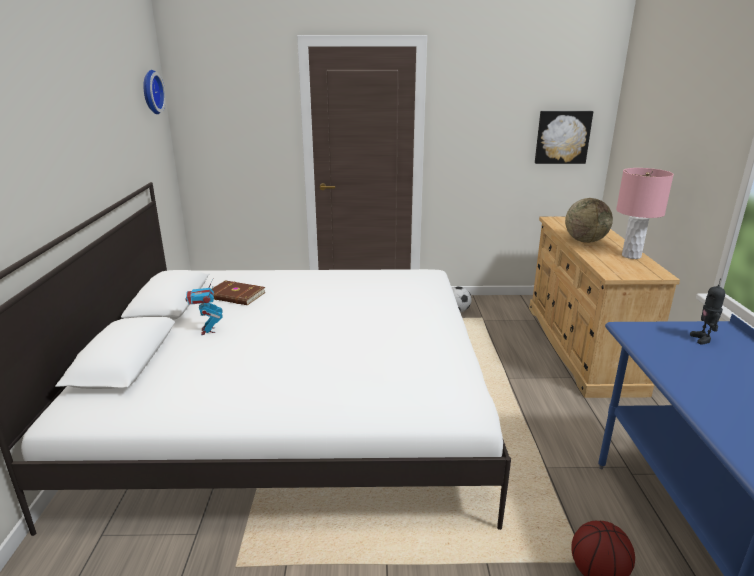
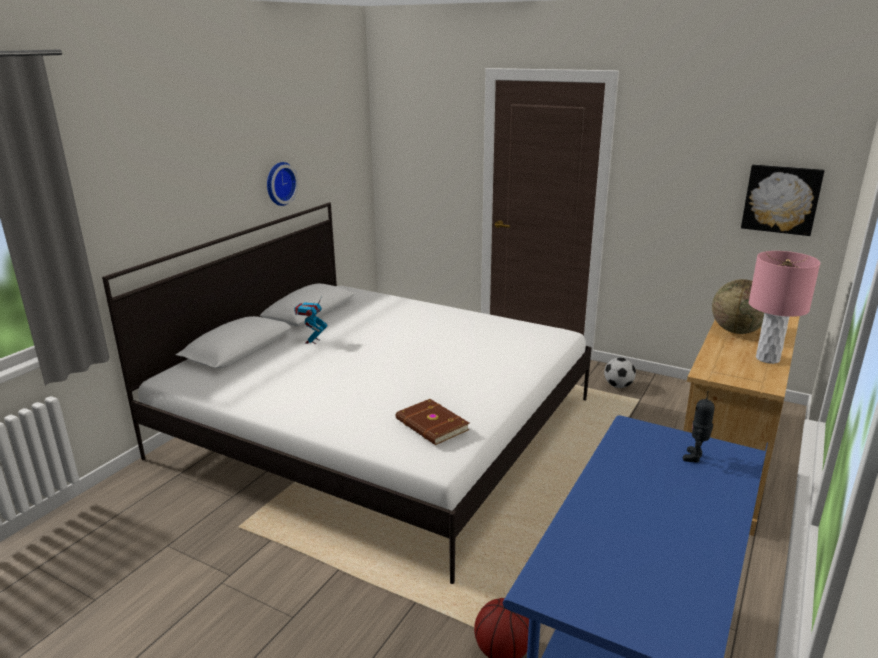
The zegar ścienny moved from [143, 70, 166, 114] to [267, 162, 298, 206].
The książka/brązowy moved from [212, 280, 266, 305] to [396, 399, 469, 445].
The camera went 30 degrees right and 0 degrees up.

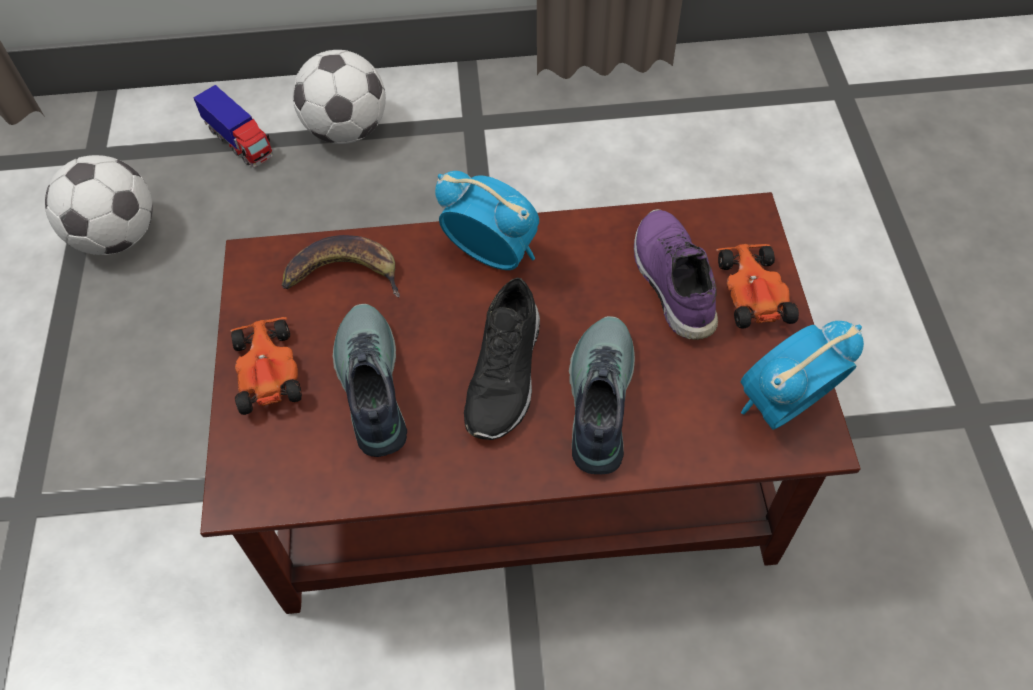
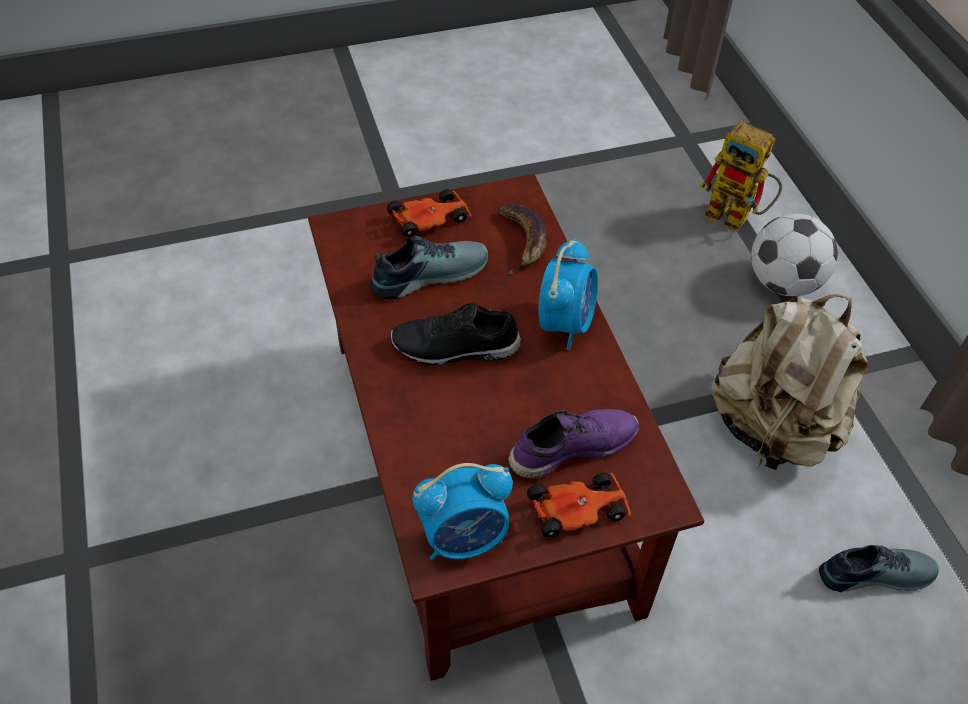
The piłka futbolowa at [45, 155, 153, 255] disappeared.
The ciężarówka zabawkowa at [193, 85, 273, 167] was replaced by the robot zabawkowy at [700, 121, 782, 232].
The but moved from [569, 316, 635, 474] to [819, 545, 939, 592].
The budzik at [741, 321, 864, 430] turned 120 degrees clockwise.
The plecak/beżowy at [712, 294, 869, 470] appeared.
The camera went 75 degrees right and 5 degrees down.

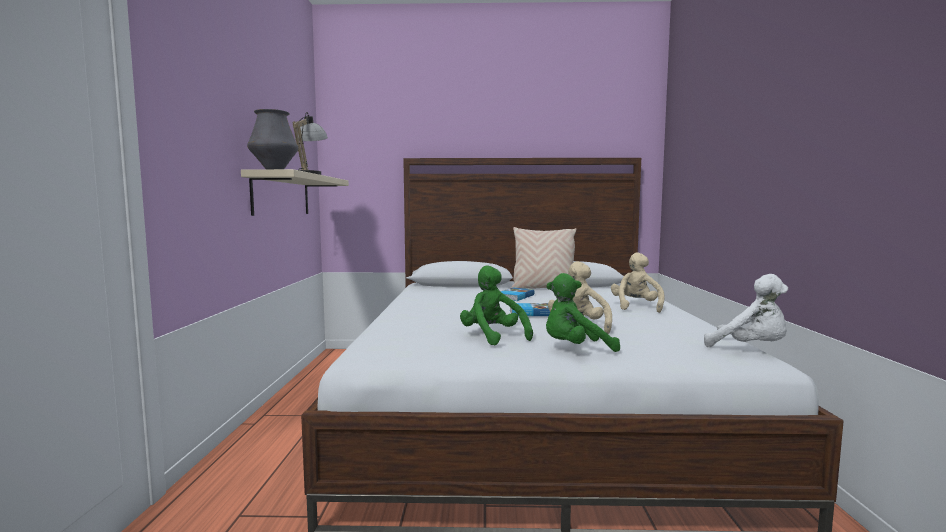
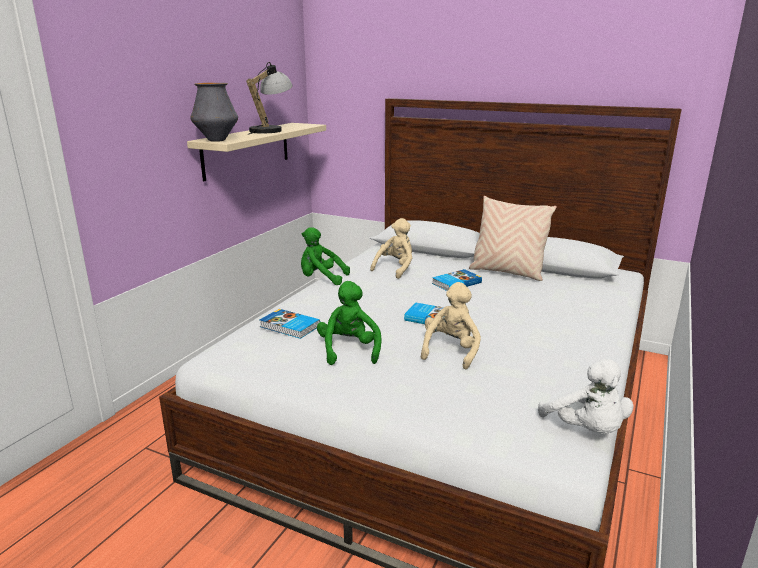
The pluszak/zielony moved from [546, 273, 620, 352] to [301, 227, 350, 285].
The pluszak/beżowy moved from [611, 253, 665, 313] to [370, 218, 412, 279].
The książka at [260, 309, 320, 339] appeared.
The camera went 25 degrees right and 15 degrees up.

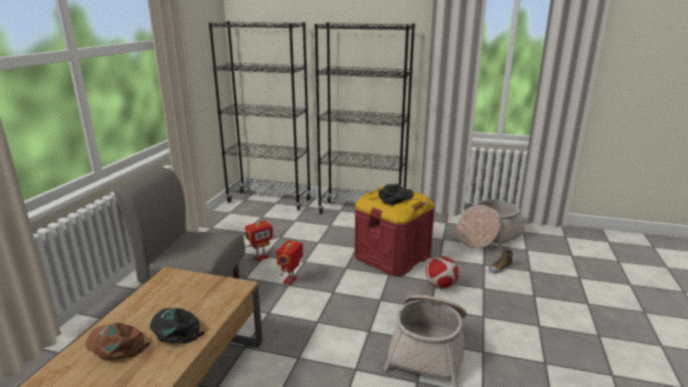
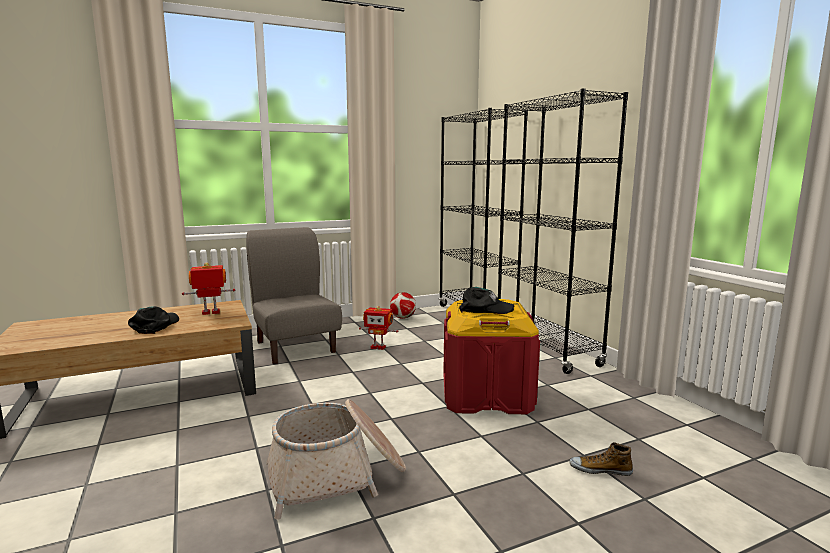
The czapka z daszkiem/brązowy at [86, 323, 150, 360] disappeared.
The robot zabawkowy moved from [276, 240, 303, 285] to [182, 262, 235, 315].
The piłka futbolowa moved from [426, 256, 459, 289] to [390, 292, 416, 319].
The koszyk at [457, 199, 527, 249] disappeared.
The camera went 50 degrees right and 10 degrees down.

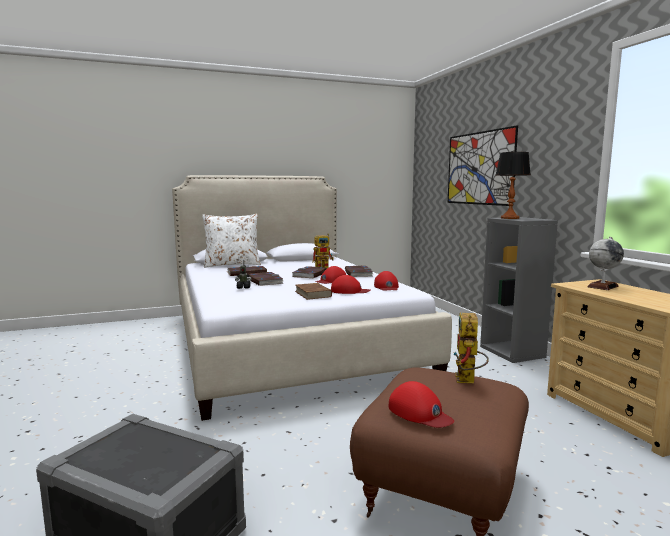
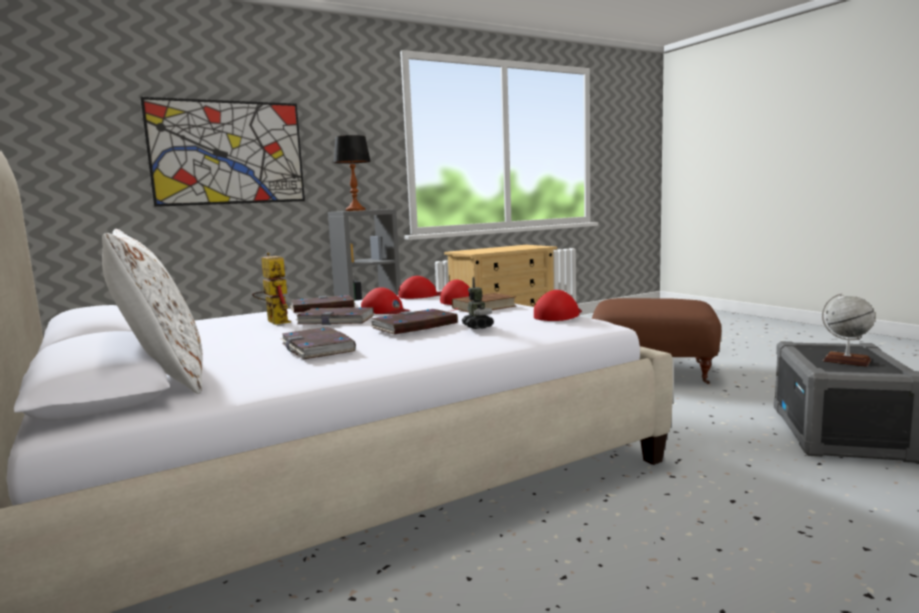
The czapka z daszkiem/czerwony moved from [389, 381, 454, 428] to [534, 290, 582, 321].
The robot zabawkowy at [453, 313, 489, 383] disappeared.
The globus moved from [587, 237, 624, 290] to [822, 293, 875, 367].
The camera went 100 degrees left and 0 degrees up.

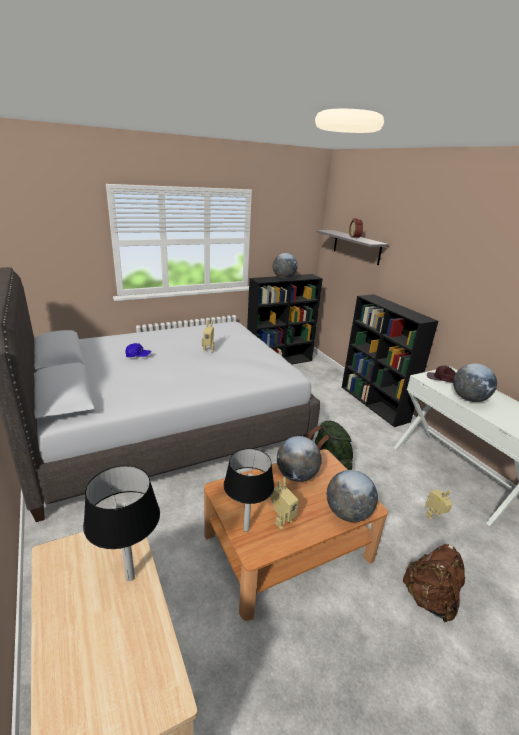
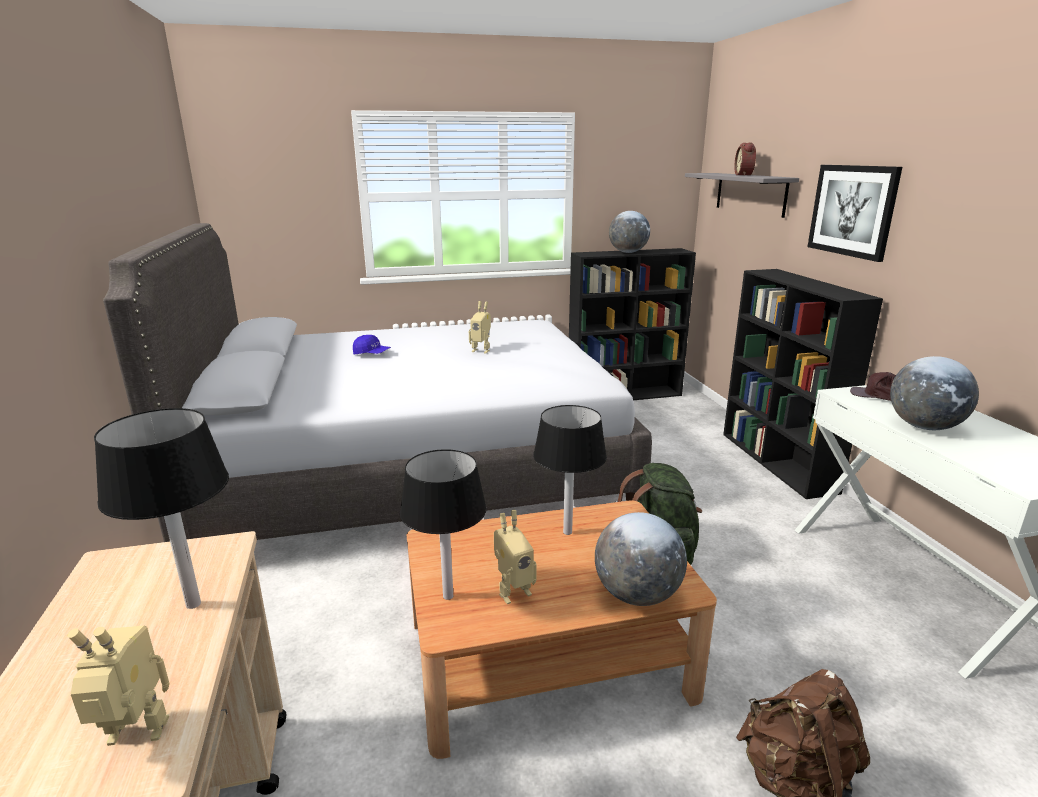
The globus at [277, 436, 322, 482] was replaced by the lampa stołowa/czarny at [533, 405, 607, 535].
The robot zabawkowy moved from [425, 489, 452, 520] to [68, 626, 169, 746].
The obraz at [808, 165, 902, 262] appeared.
The camera went 15 degrees right and 5 degrees down.

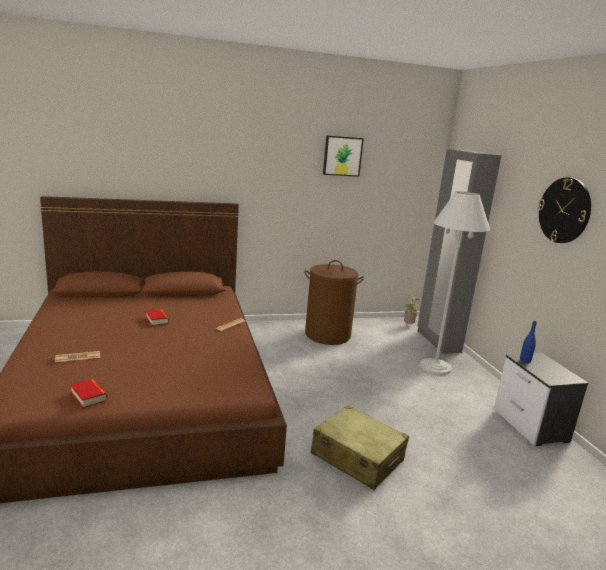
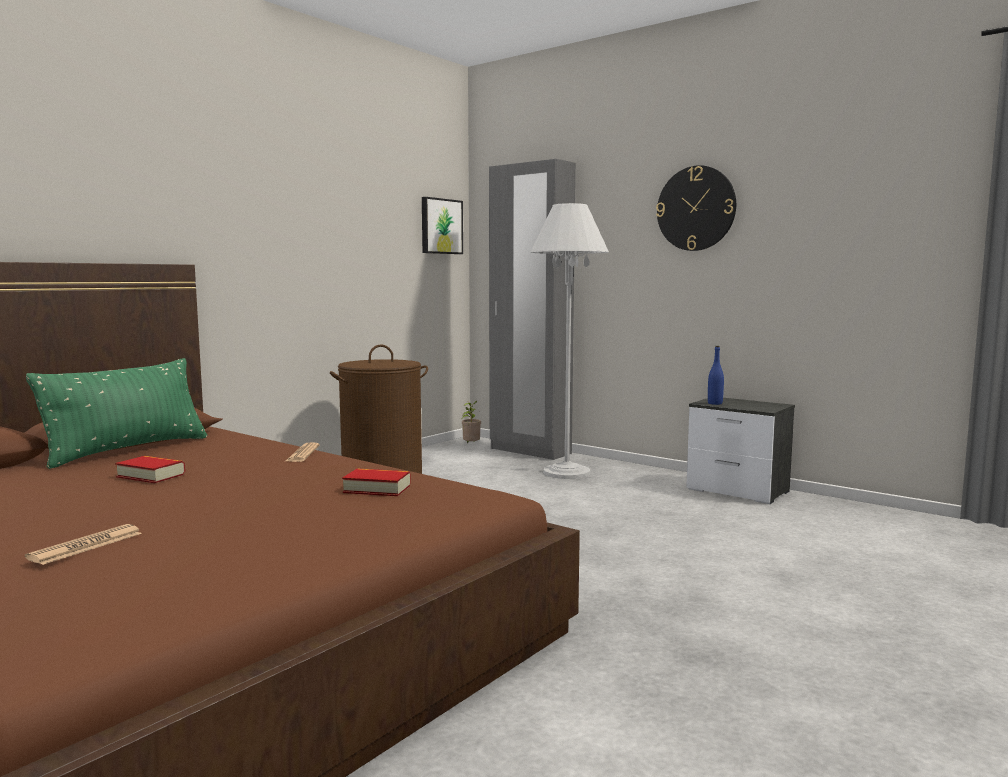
The książka moved from [70, 379, 107, 408] to [342, 468, 411, 496].
The walizka/beżowy at [311, 405, 409, 490] disappeared.
The obraz moved from [323, 135, 364, 177] to [422, 197, 463, 254].
The poduszka/zielony at [26, 358, 207, 469] appeared.
The camera went 35 degrees left and 10 degrees down.

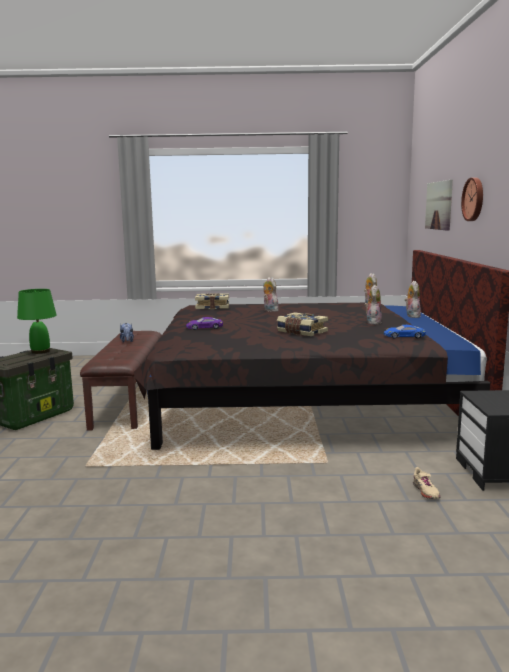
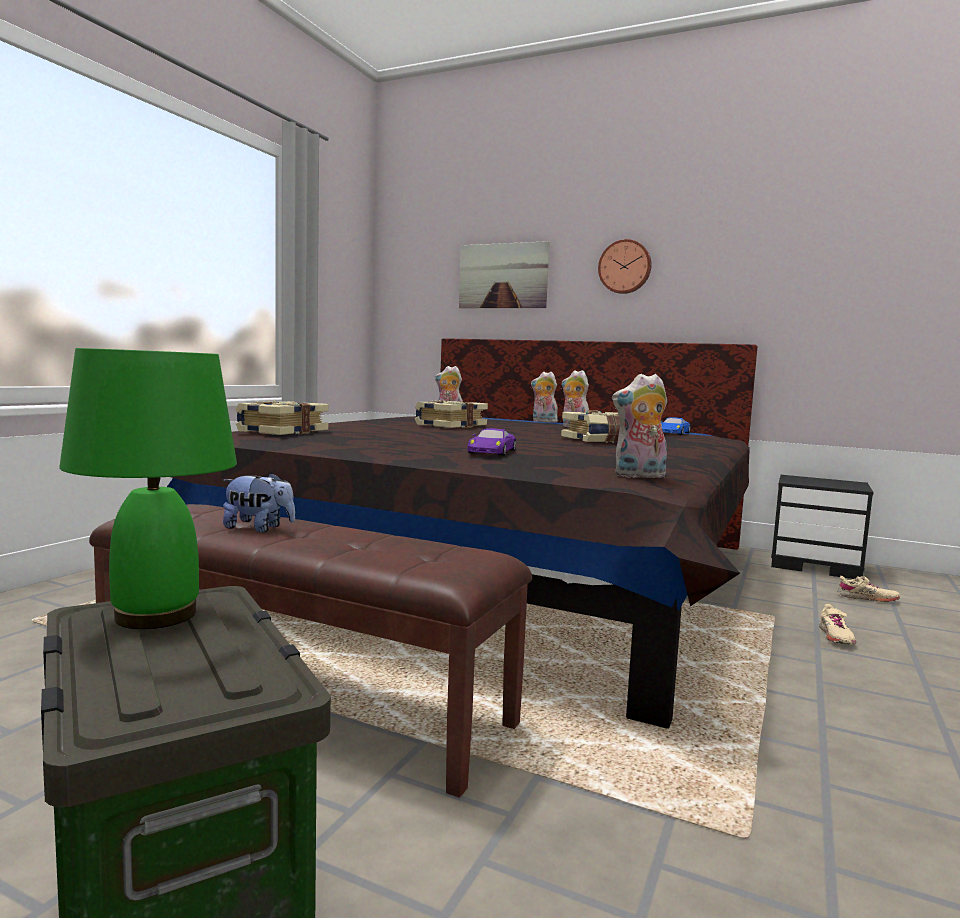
The pluszak moved from [263, 277, 279, 312] to [612, 374, 667, 479].
The książka at [415, 400, 488, 428] appeared.
The but/beżowy at [819, 604, 856, 645] appeared.
The camera went 65 degrees left and 5 degrees down.

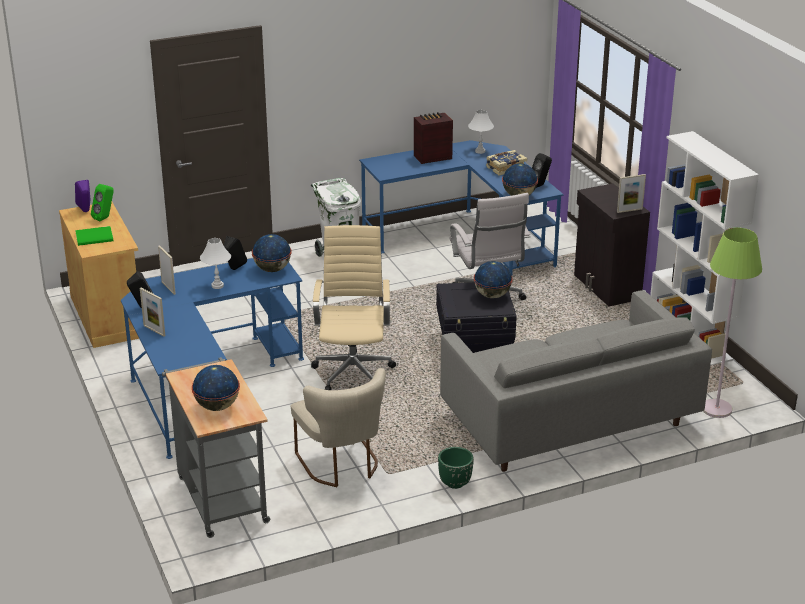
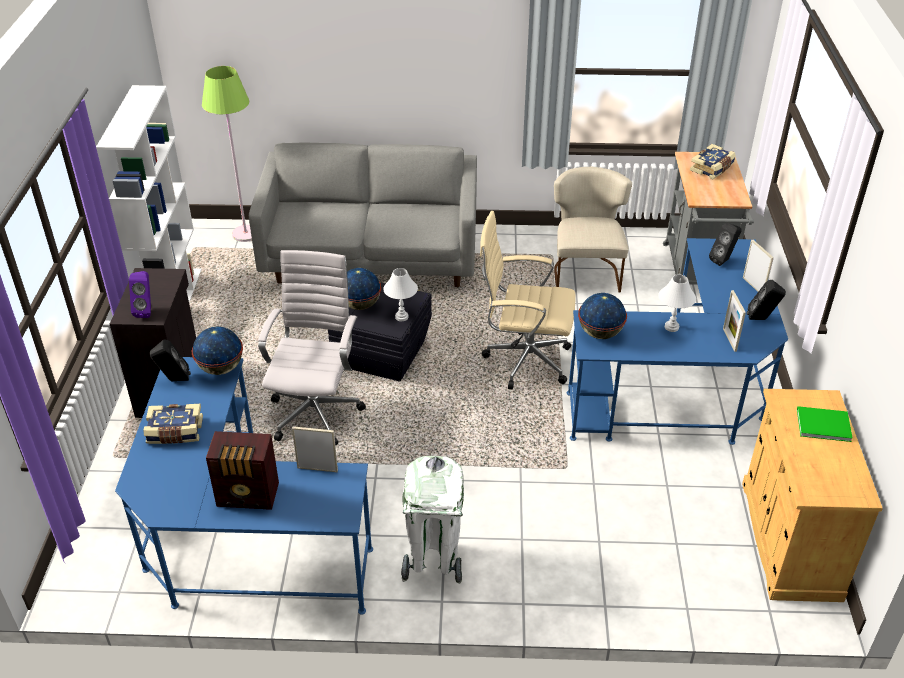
The głośnik/fioletowy moved from [75, 180, 90, 212] to [129, 271, 151, 318].
The głośnik/zielony at [91, 184, 114, 221] disappeared.
The globus at [192, 365, 240, 411] was replaced by the książka at [690, 144, 736, 179].
The głośnik/czarny moved from [224, 236, 247, 270] to [709, 223, 741, 266].
The krzesło biurowe/beżowy at [311, 225, 396, 390] turned 75 degrees clockwise.
The donica/zielony at [438, 447, 474, 489] disappeared.
The lampa stołowa/biały moved from [468, 110, 494, 154] to [383, 268, 418, 321].
The ramka na zdjęcie moved from [617, 174, 646, 213] to [292, 426, 338, 472].
The camera went 155 degrees left and 10 degrees up.

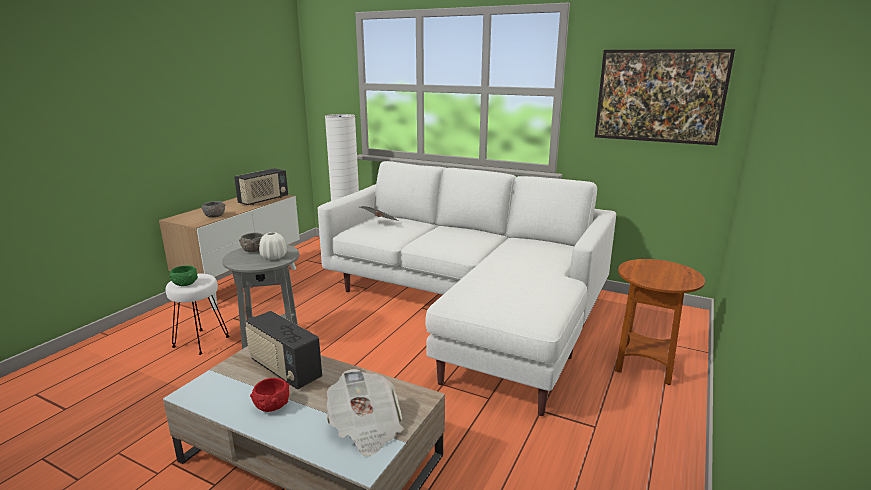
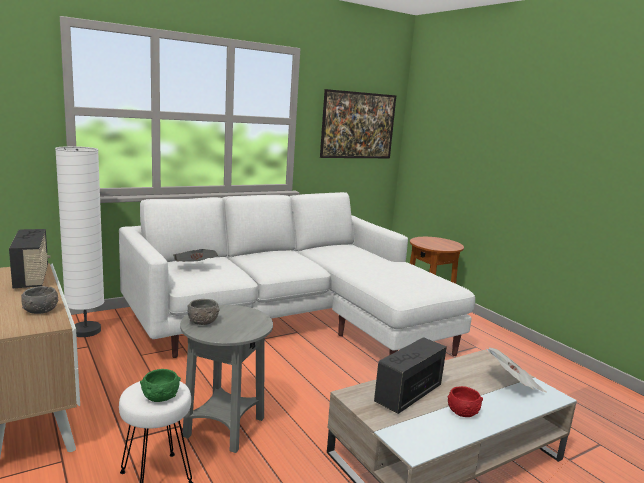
The radio at [245, 311, 322, 389] turned 150 degrees clockwise.
The wazon/biały at [259, 232, 287, 260] disappeared.
The camera went 60 degrees left and 5 degrees down.

